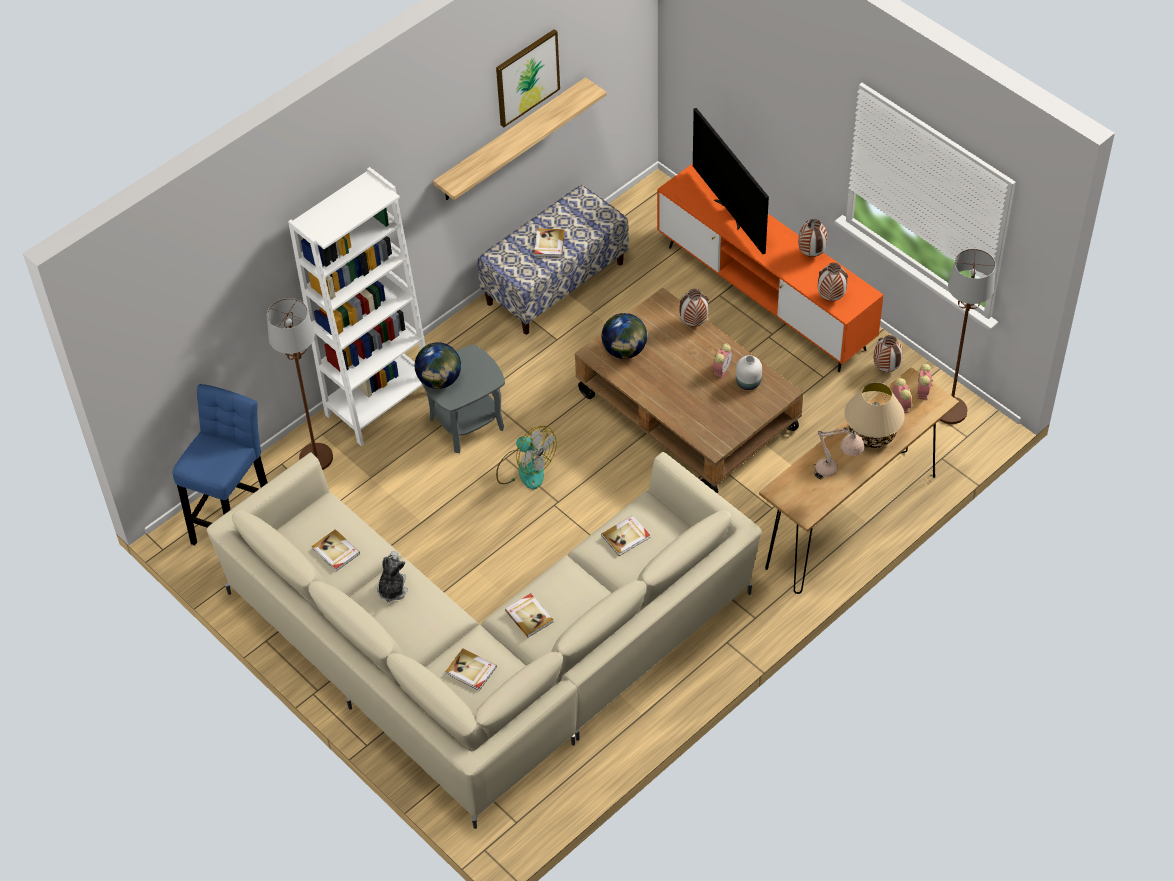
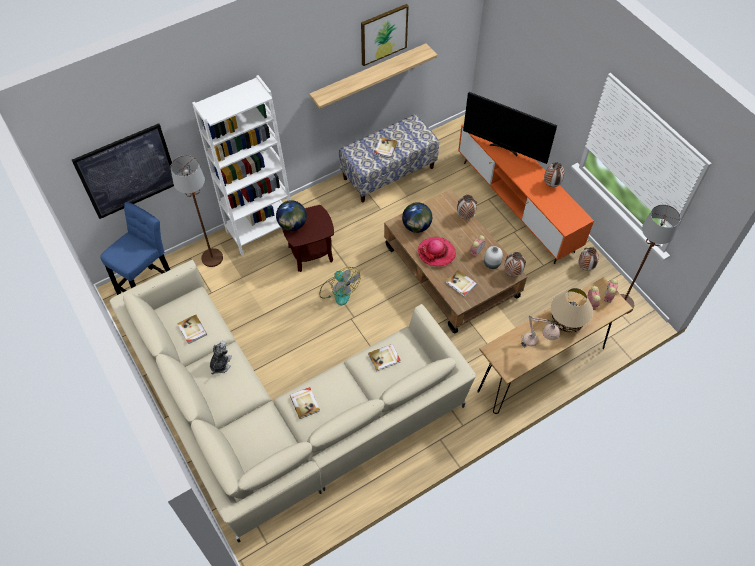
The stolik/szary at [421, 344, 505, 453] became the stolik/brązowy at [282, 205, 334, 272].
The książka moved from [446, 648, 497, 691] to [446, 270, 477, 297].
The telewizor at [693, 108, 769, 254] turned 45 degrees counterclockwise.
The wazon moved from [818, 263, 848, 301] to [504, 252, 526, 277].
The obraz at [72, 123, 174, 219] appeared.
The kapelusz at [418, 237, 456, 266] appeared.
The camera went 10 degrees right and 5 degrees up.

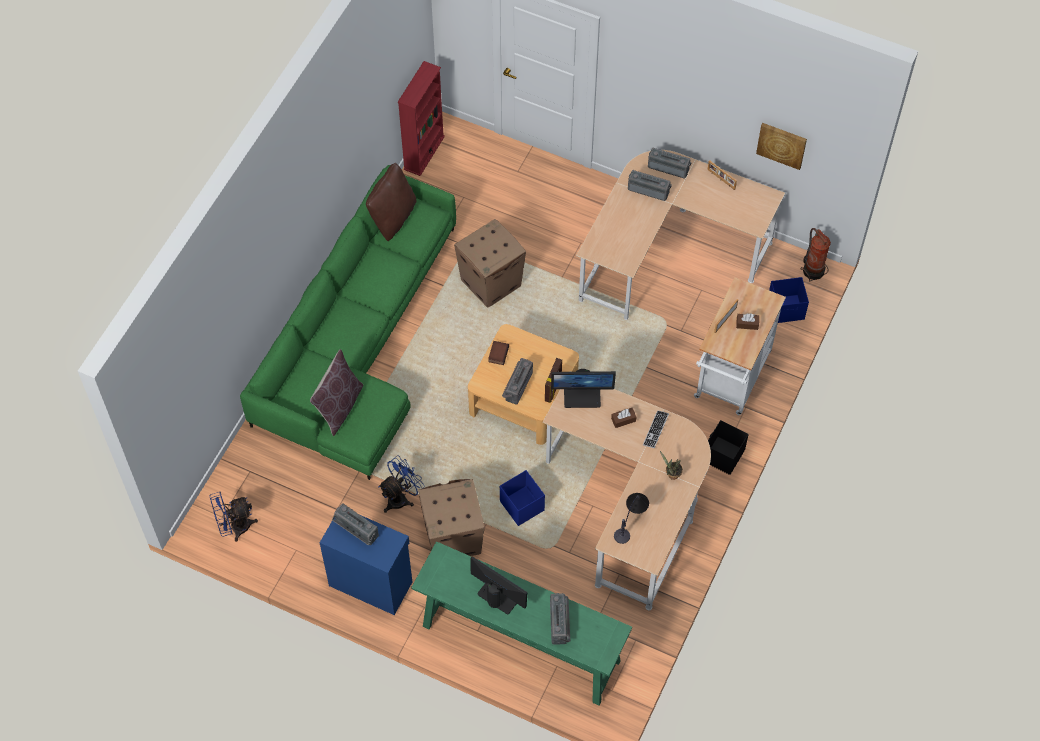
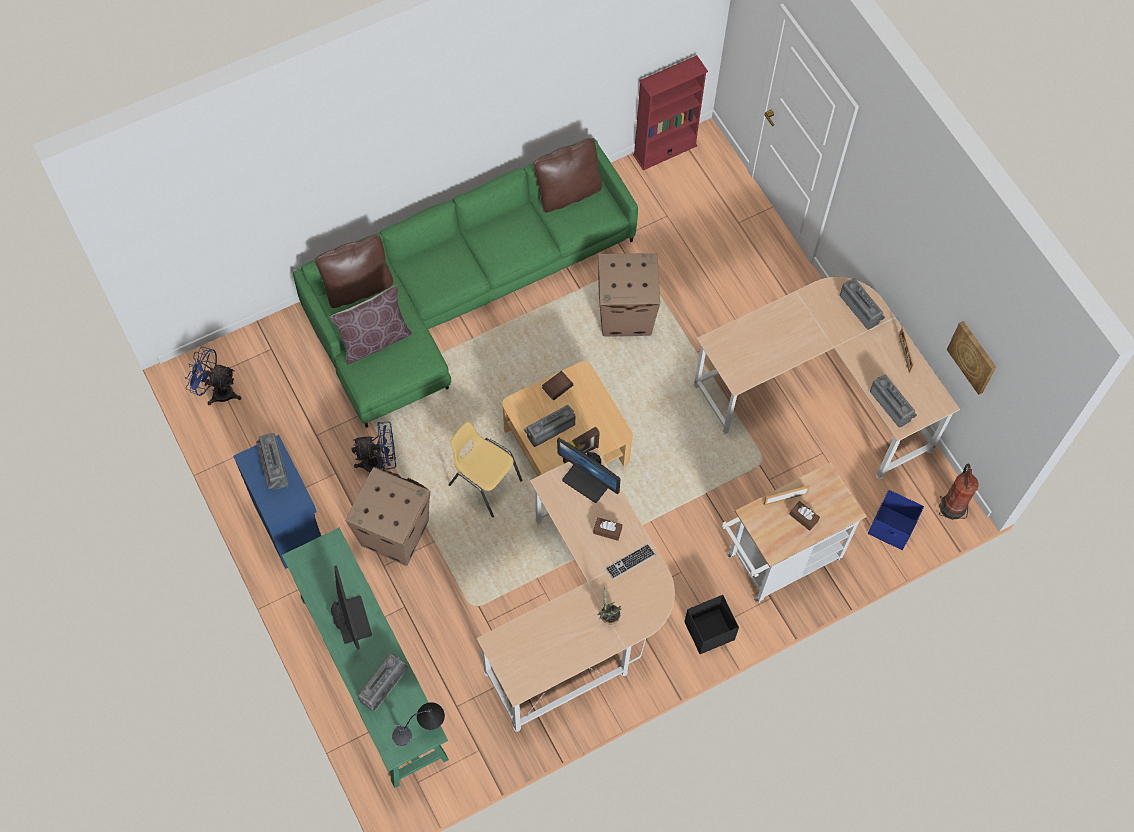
The pojemnik do przechowywania/niebieski at [500, 470, 545, 526] disappeared.
The lampa stołowa moved from [614, 493, 649, 544] to [392, 702, 445, 746].
The radio moved from [628, 170, 672, 201] to [870, 374, 917, 428].
The poduszka/brązowy at [315, 235, 393, 308] appeared.
The krzesło/żółty at [448, 421, 523, 517] appeared.
The camera went 35 degrees right and 5 degrees up.

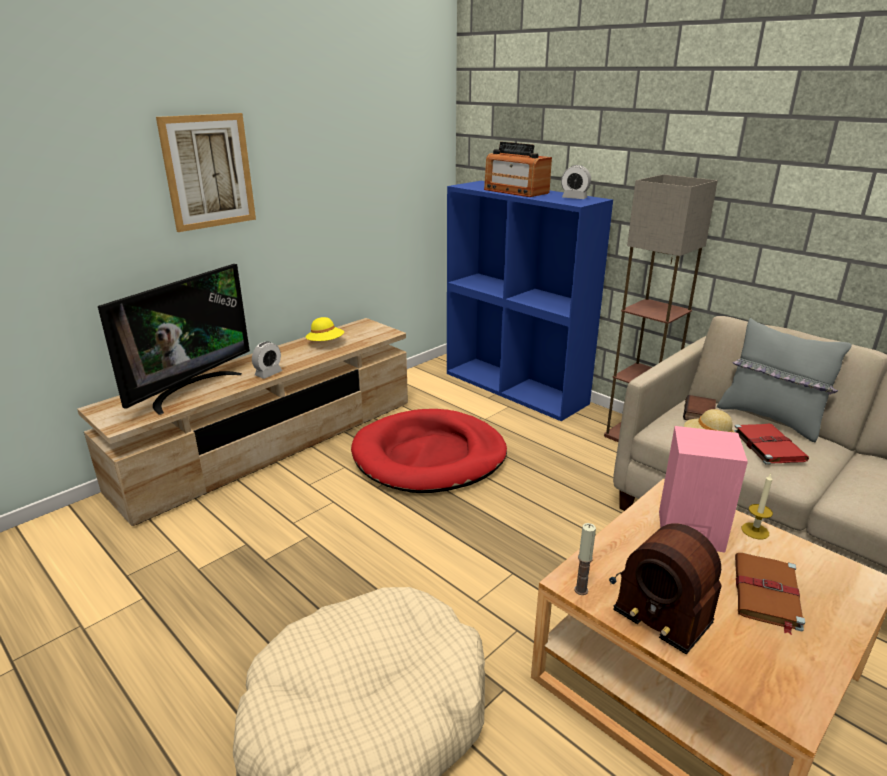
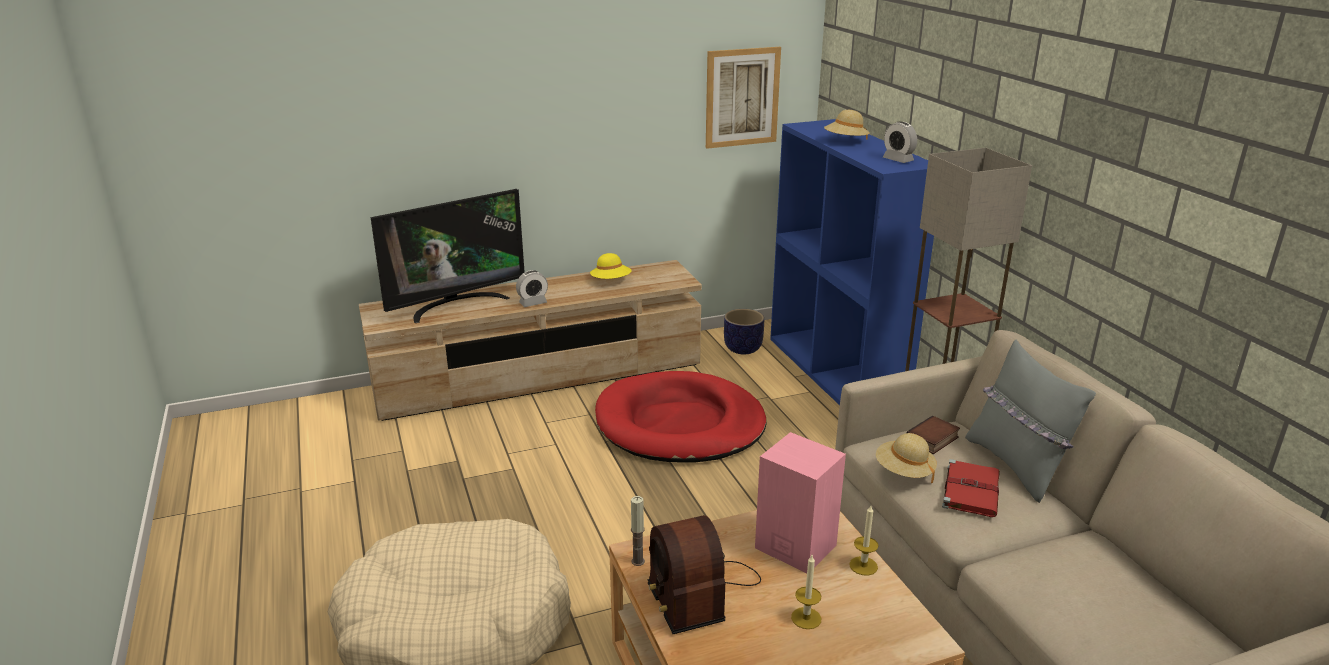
The obraz moved from [156, 113, 256, 232] to [706, 47, 781, 149].
The radio at [484, 142, 552, 197] was replaced by the kapelusz/beżowy at [824, 110, 870, 140].
The książka/brązowy at [735, 553, 805, 635] was replaced by the świeca at [791, 555, 822, 629].
The donica at [724, 309, 764, 354] appeared.
The camera went 25 degrees right and 0 degrees up.

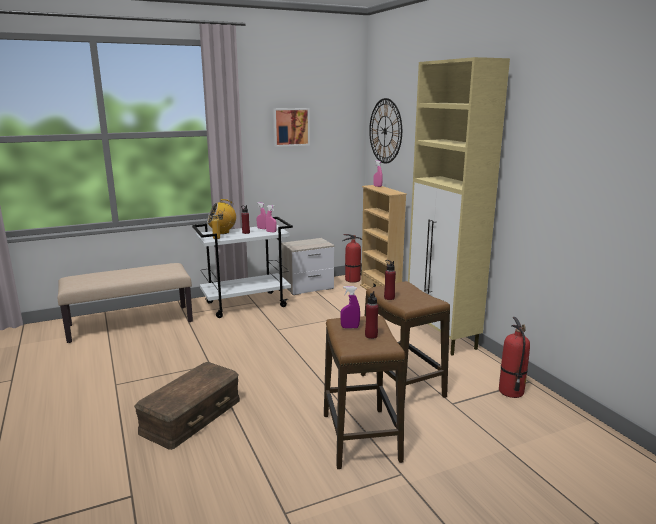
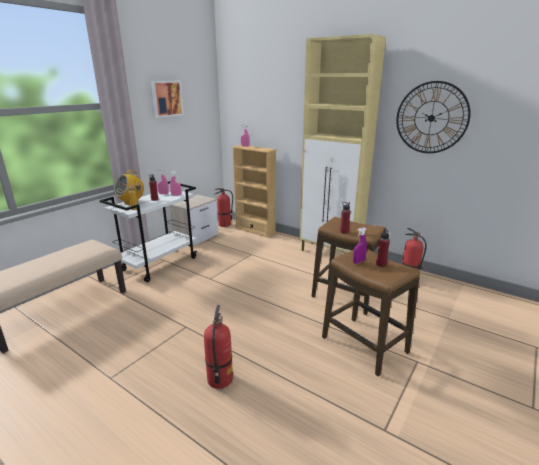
The pojemnik do przechowywania/brązowy at [134, 362, 240, 450] was replaced by the gaśnica at [204, 305, 233, 389].
The zegar ścienny moved from [369, 98, 402, 164] to [396, 81, 471, 153].
The camera went 30 degrees left and 5 degrees up.

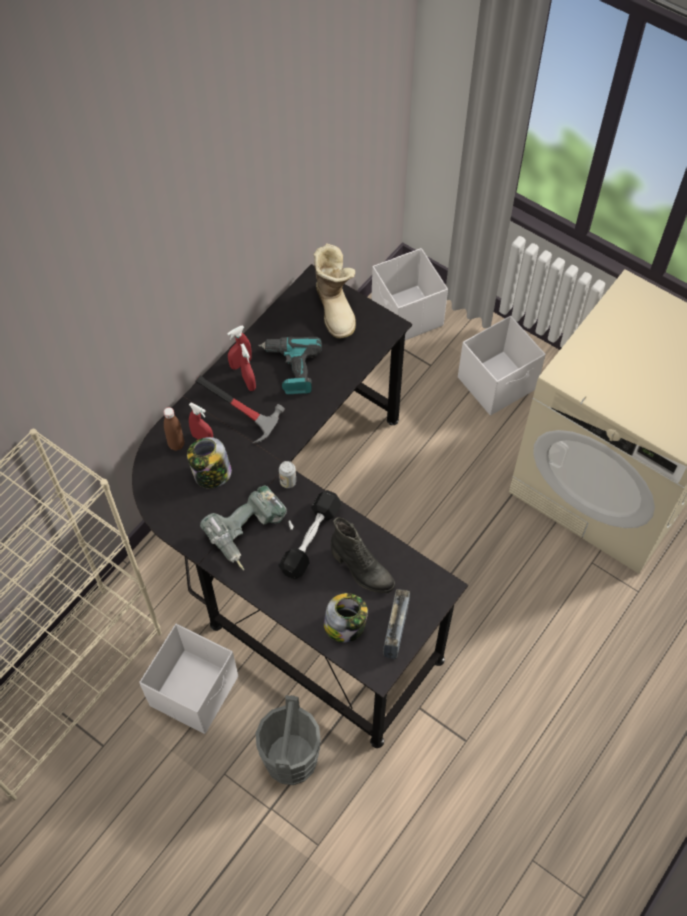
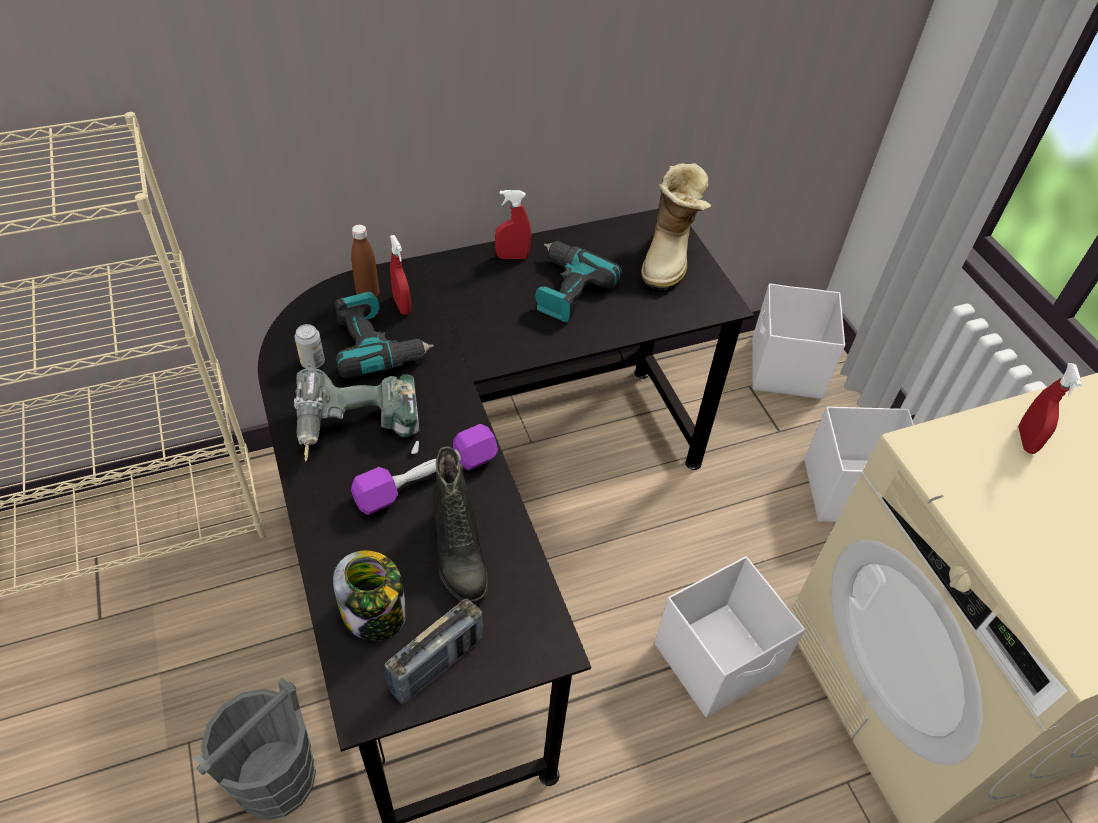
The pojemnik do przechowywania/biały moved from [139, 624, 238, 734] to [655, 556, 805, 718].
The słoik at [187, 437, 232, 488] was replaced by the wiertarka at [335, 292, 434, 378].
The młotek at [195, 375, 285, 443] disappeared.
The spryskiwacz/czerwony moved from [240, 344, 256, 391] to [1019, 363, 1082, 454].
The puszka moved from [279, 461, 296, 488] to [294, 324, 325, 369].
The hantel/czarny at [279, 490, 341, 579] became the hantel/fioletowy at [351, 424, 498, 515].
The camera went 30 degrees right and 10 degrees down.

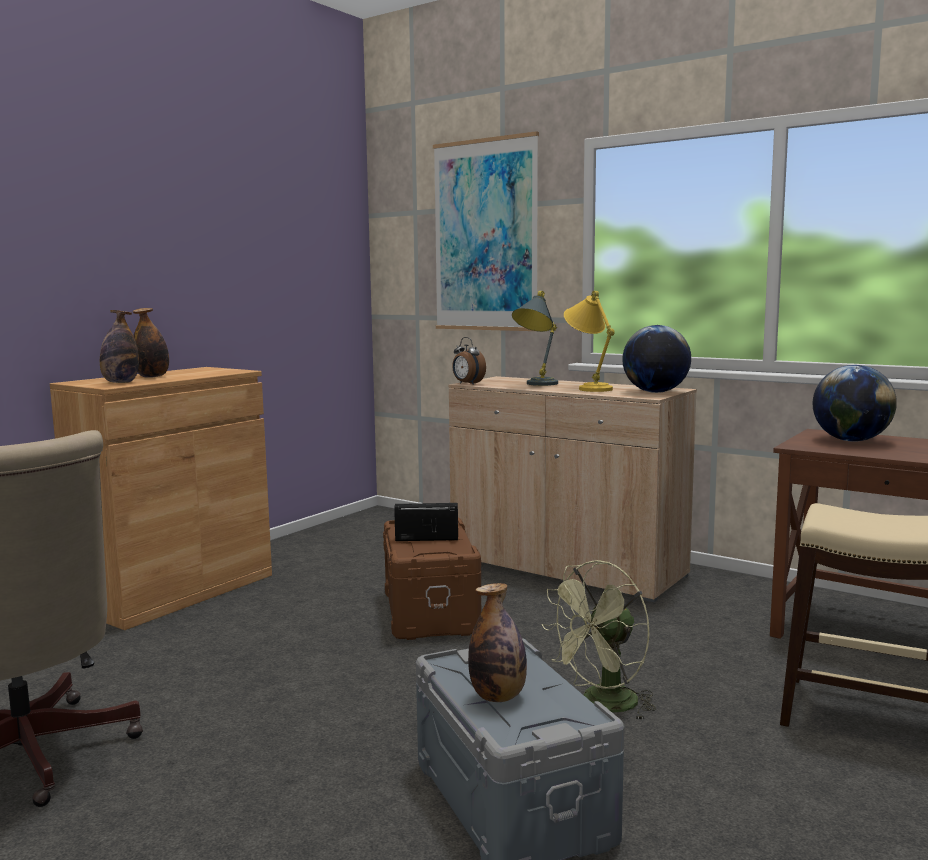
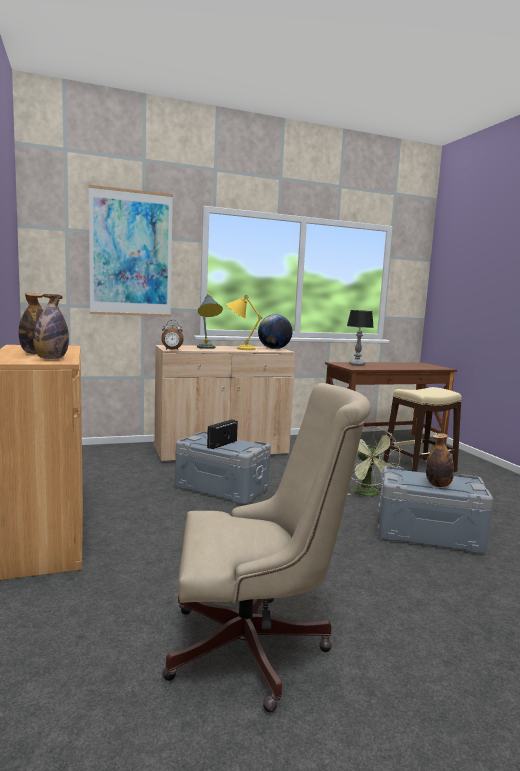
The pojemnik do przechowywania/brązowy at [383, 518, 481, 640] became the pojemnik do przechowywania/szary at [175, 431, 271, 504].
The globus at [813, 365, 897, 442] was replaced by the lampa stołowa at [347, 310, 374, 366].
The camera went 55 degrees left and 0 degrees up.

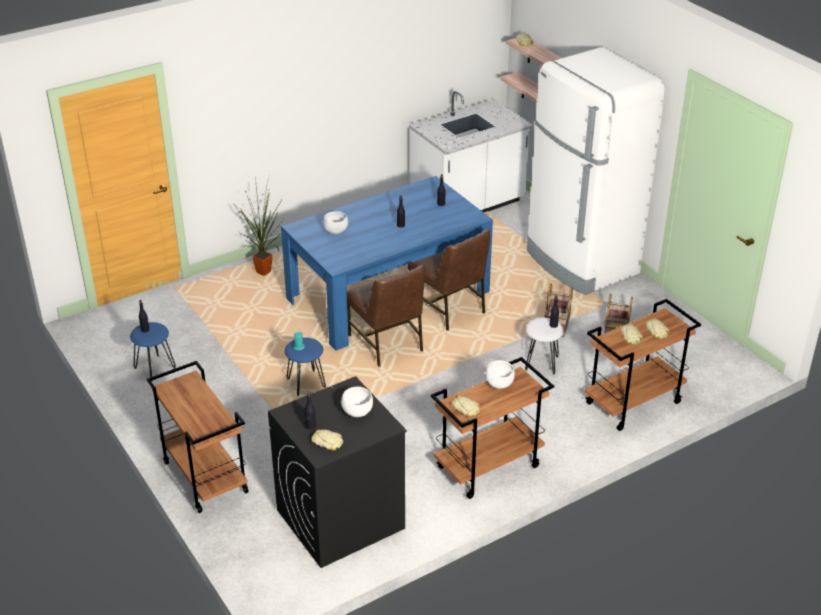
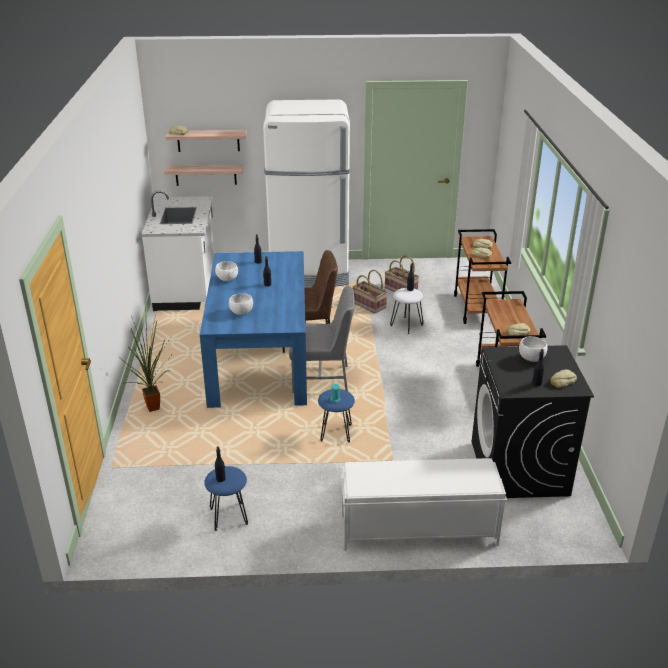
The wózek/brązowy at [147, 361, 249, 513] was replaced by the ławka/biały at [340, 458, 507, 551].
The krzesło/brązowy at [347, 265, 425, 367] became the krzesło/szary at [289, 286, 355, 393].
The miska/biały moved from [485, 360, 515, 389] to [215, 261, 238, 281].
The camera went 60 degrees left and 5 degrees down.

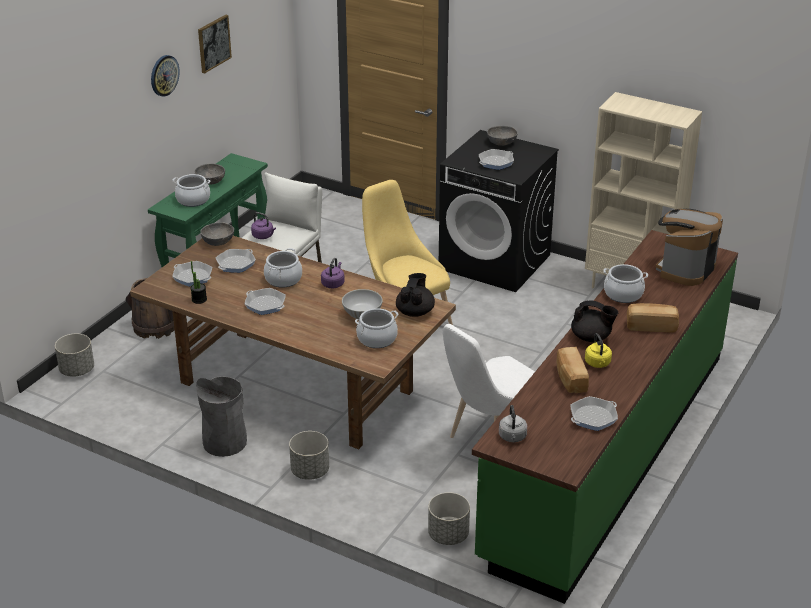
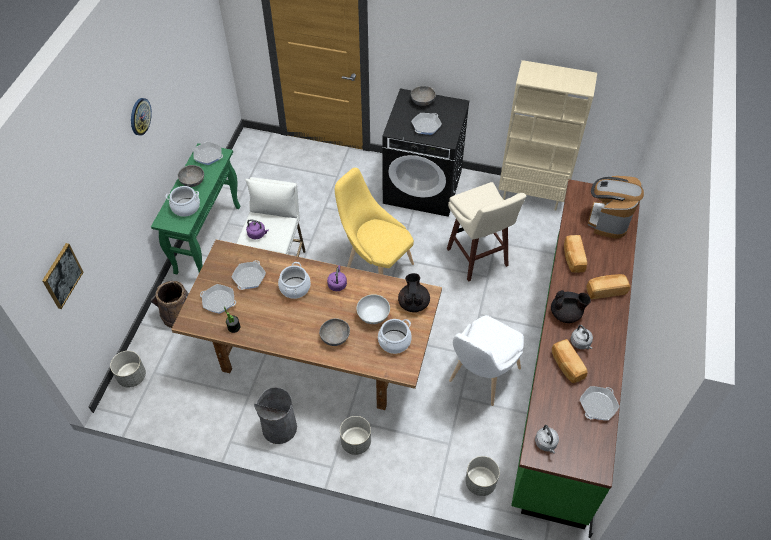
The obraz moved from [198, 15, 232, 73] to [42, 243, 83, 309].
The miska/szary moved from [200, 222, 234, 246] to [319, 318, 350, 346].
The patelnia moved from [245, 288, 286, 315] to [192, 142, 223, 165].
The czajnik/żółty at [585, 333, 612, 368] became the czajnik/szary at [571, 325, 593, 349].
The garnek at [603, 264, 648, 303] was replaced by the chleb at [564, 235, 587, 273].
The stołek/beżowy at [447, 182, 526, 282] appeared.
The camera went 15 degrees left and 20 degrees up.

